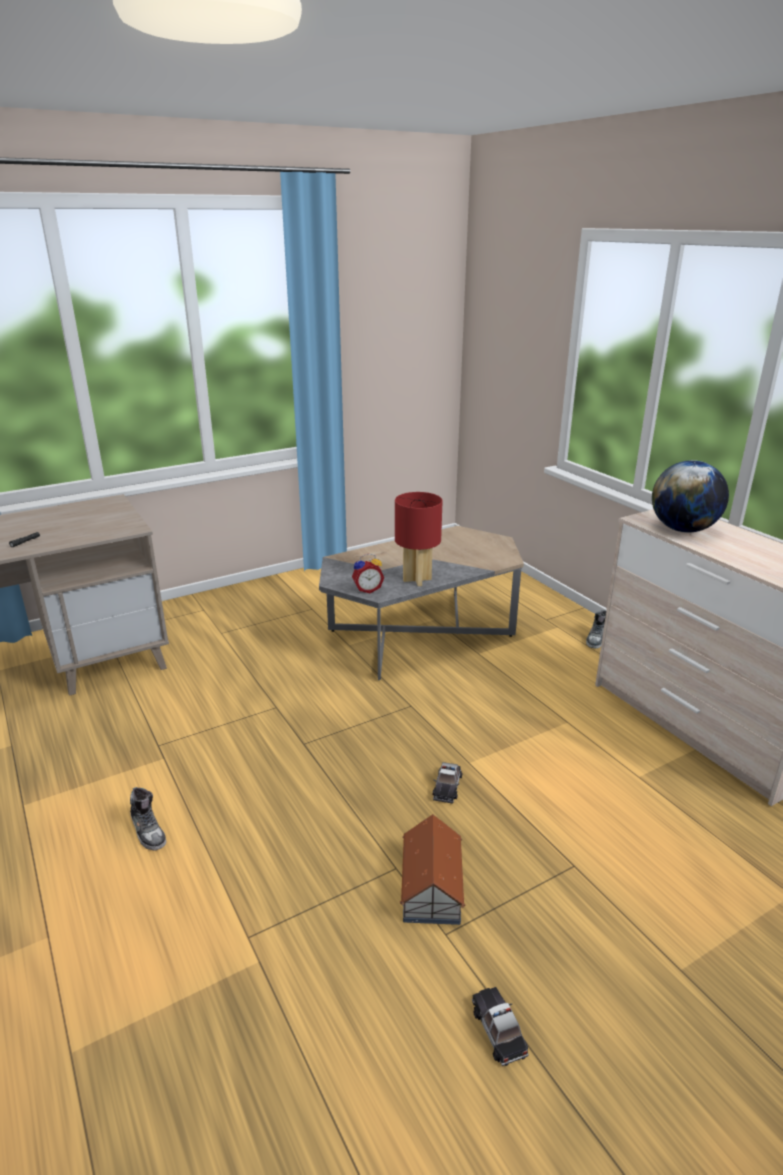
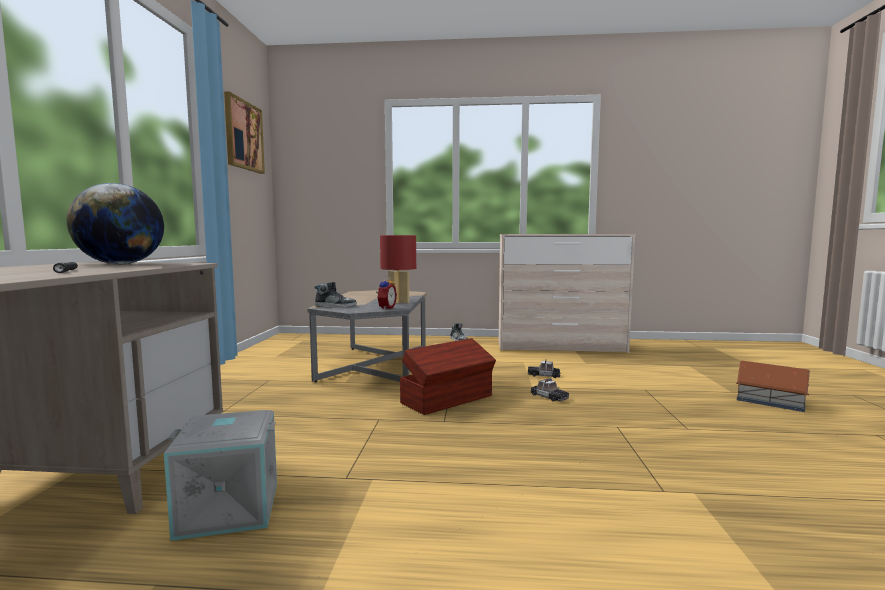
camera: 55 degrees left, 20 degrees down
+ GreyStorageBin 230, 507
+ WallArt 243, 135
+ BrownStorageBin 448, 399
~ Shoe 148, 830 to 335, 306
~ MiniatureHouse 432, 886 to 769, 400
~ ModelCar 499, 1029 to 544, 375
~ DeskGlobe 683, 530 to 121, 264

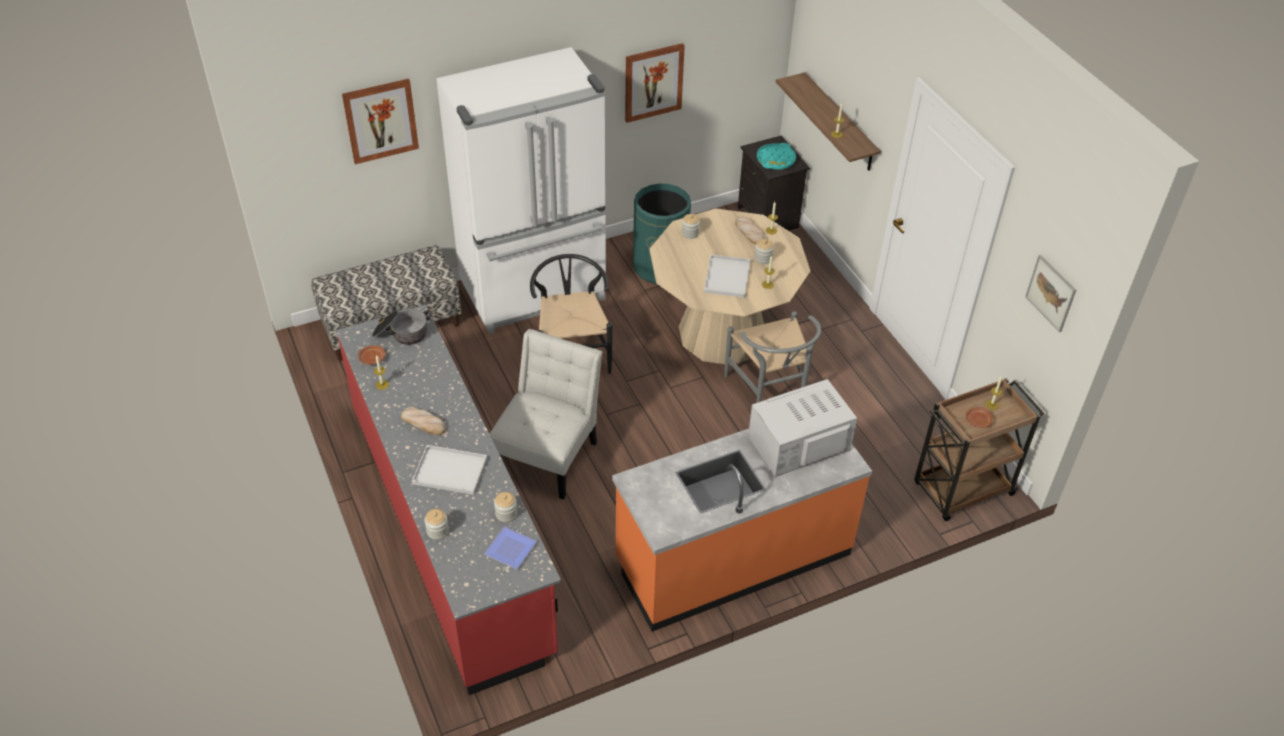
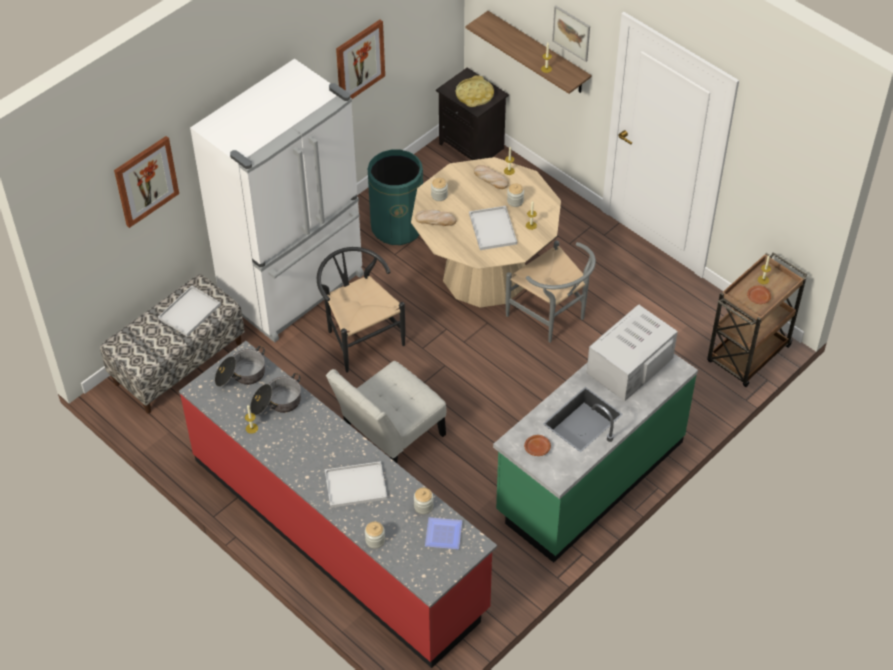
camera: 20 degrees left, 5 degrees up
+ WhitishTray 189, 312
+ Stockpot 276, 403
~ BrownFlatDish 372, 358 to 537, 448
~ BakeryBread 424, 422 to 435, 219
~ WallArt 1051, 293 to 571, 33
~ OrangeColouredKitchenCounter 732, 557 to GreenishKitchenCounter 589, 477
~ BlueGreenTray 776, 160 to YellowColouredTray 474, 95
~ WhitishUprightChair 549, 454 = 389, 438 135 degrees counterclockwise

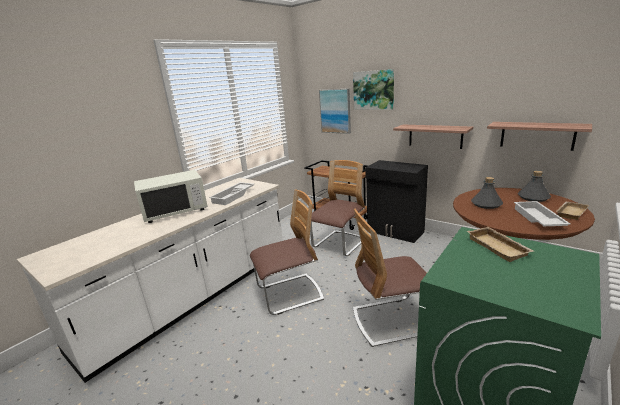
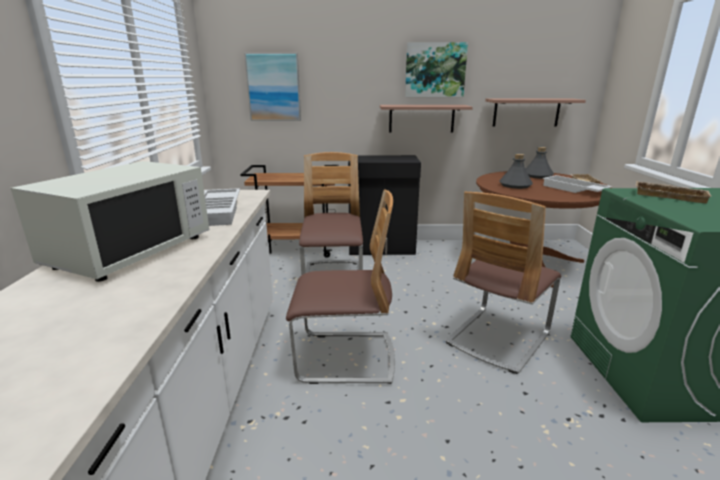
camera: 40 degrees left, 0 degrees up
~ WallArt 373, 90 to 435, 70
~ UprightChair 289, 294 = 345, 357 60 degrees clockwise

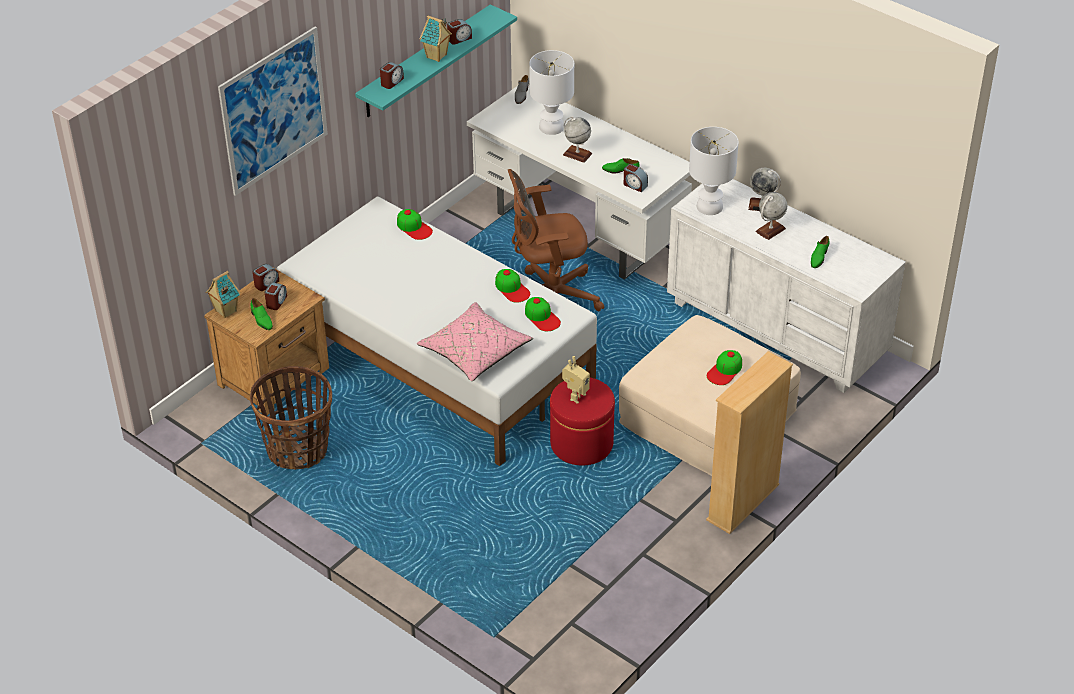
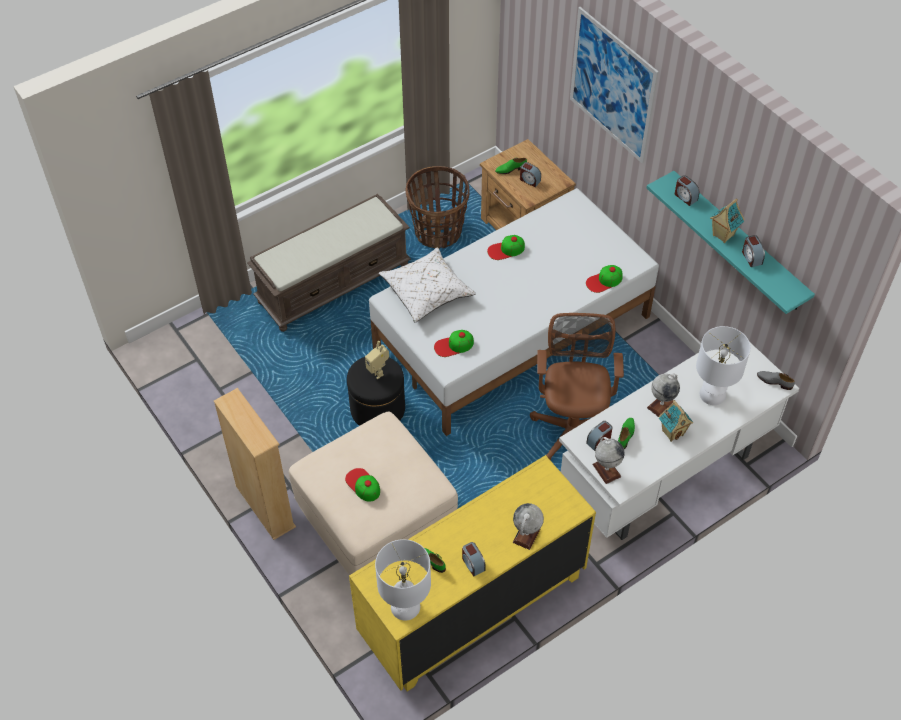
camera: 105 degrees right, 10 degrees up
+ BrownIndoorBench 334, 282
~ MiniatureHouse 225, 311 to 672, 432
~ BedsideClock 266, 283 to 473, 563
~ BaseballCap 512, 288 to 506, 250
~ WhitishLampForATable 710, 206 to 406, 607
~ DeskGlobe 770, 230 to 606, 470
~ PinkColouredCushion 474, 351 to WhitishCushion 427, 291
~ RedColouredPouffe 581, 443 to BlackPouffe 377, 409
~ WhitishDresser 776, 329 to YellowColouredDresser 473, 605

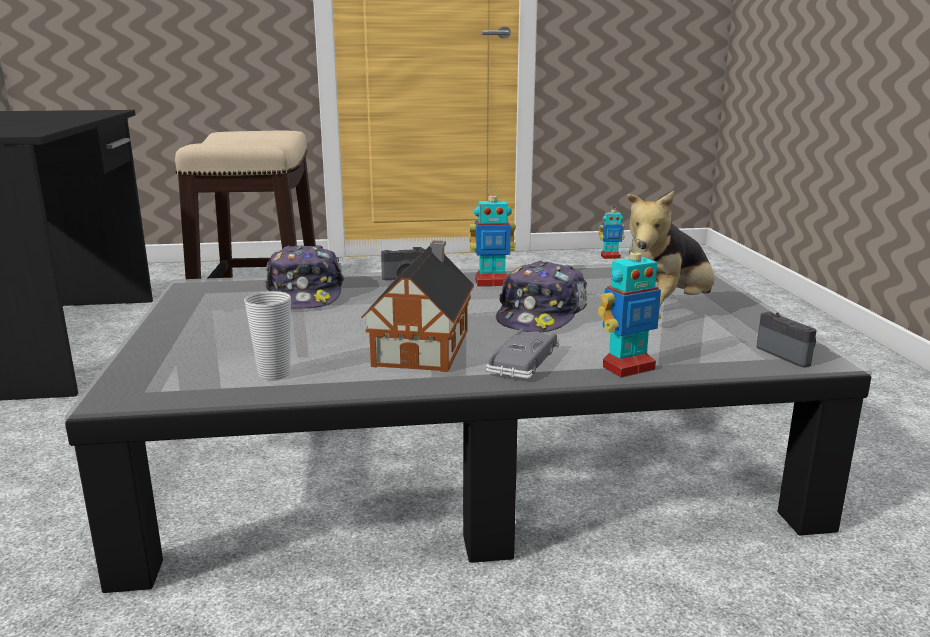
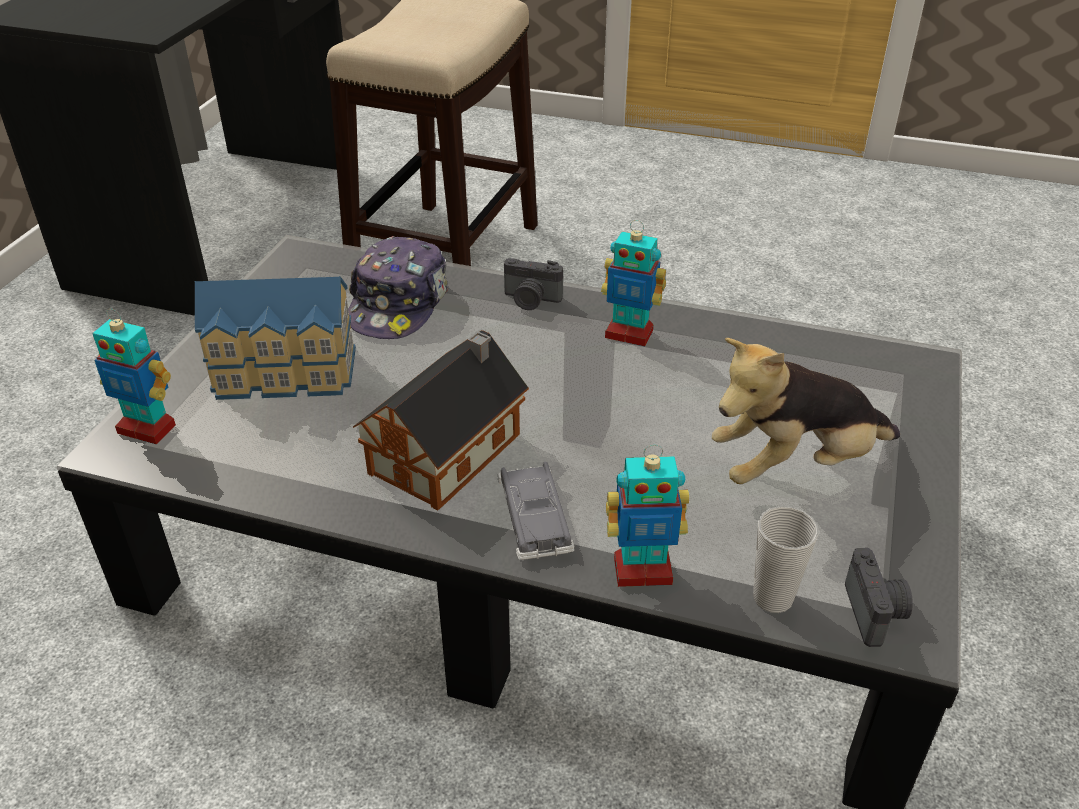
camera: 25 degrees right, 20 degrees up
- BaseballCap 542, 315
+ MiniatureHouse 285, 374
~ SmallCup 274, 374 to 772, 598
~ RobotFigure 610, 257 to 148, 428
~ GreyModelCar 523, 361 = 534, 517 120 degrees clockwise

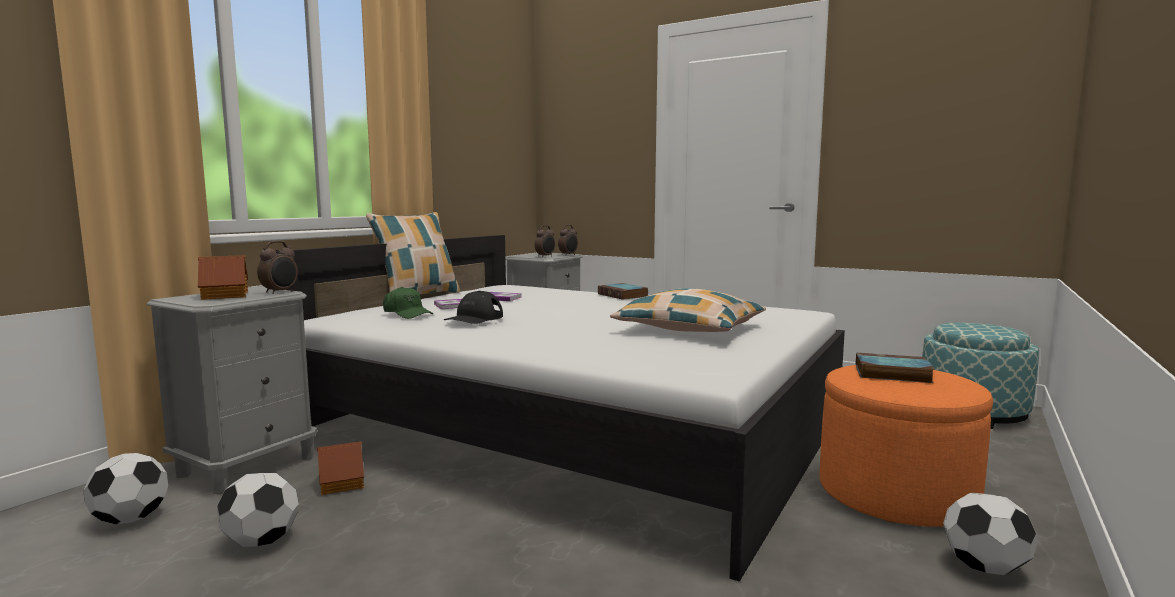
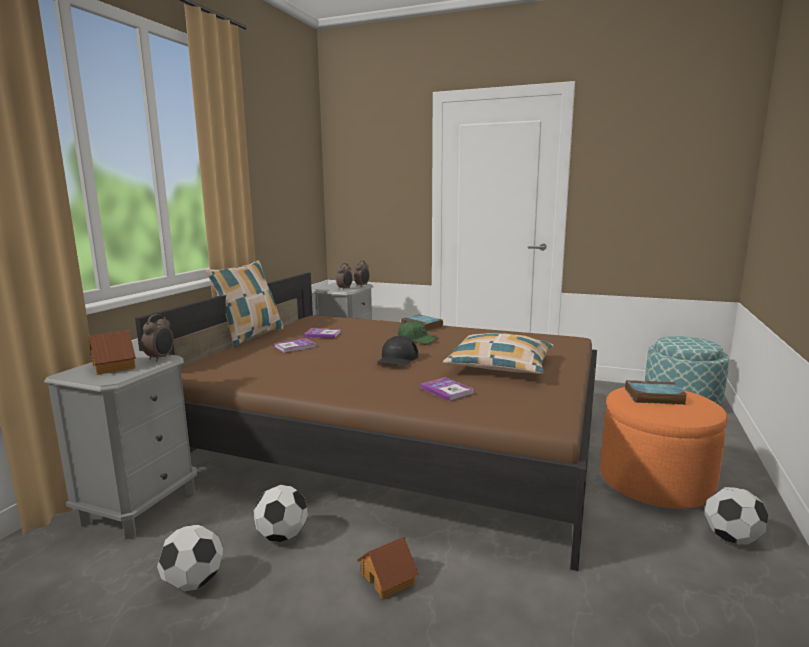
camera: 10 degrees left, 5 degrees up
+ Book 446, 390
~ FootballBall 131, 519 to 282, 536
~ MiniatureHouse 342, 482 to 388, 579
~ GreenishBaseballCap 407, 314 to 416, 340
~ BlackBaseballCap 474, 318 to 397, 358
~ WhitishBedroomBed 572, 426 to BrownBedroomBed 398, 439

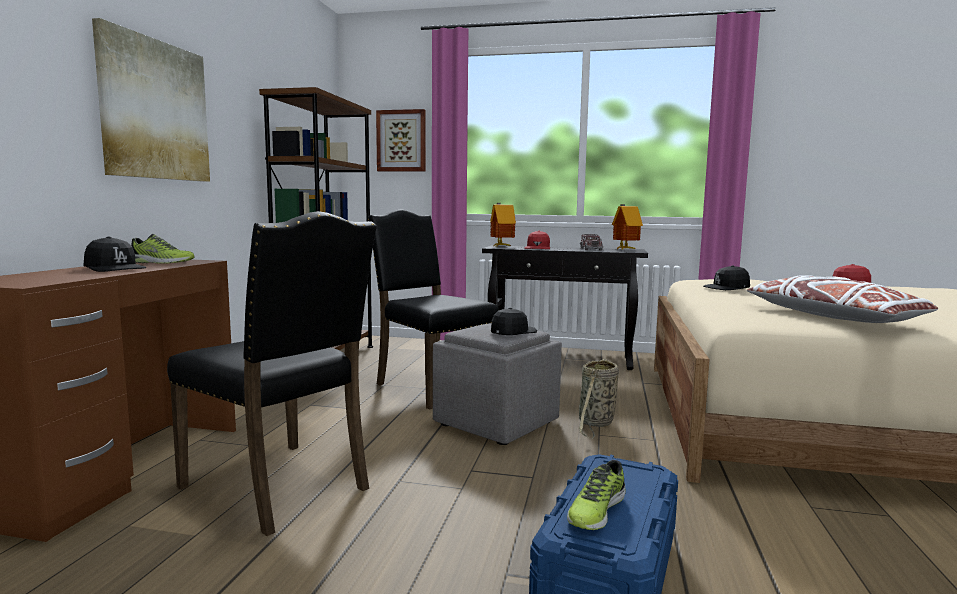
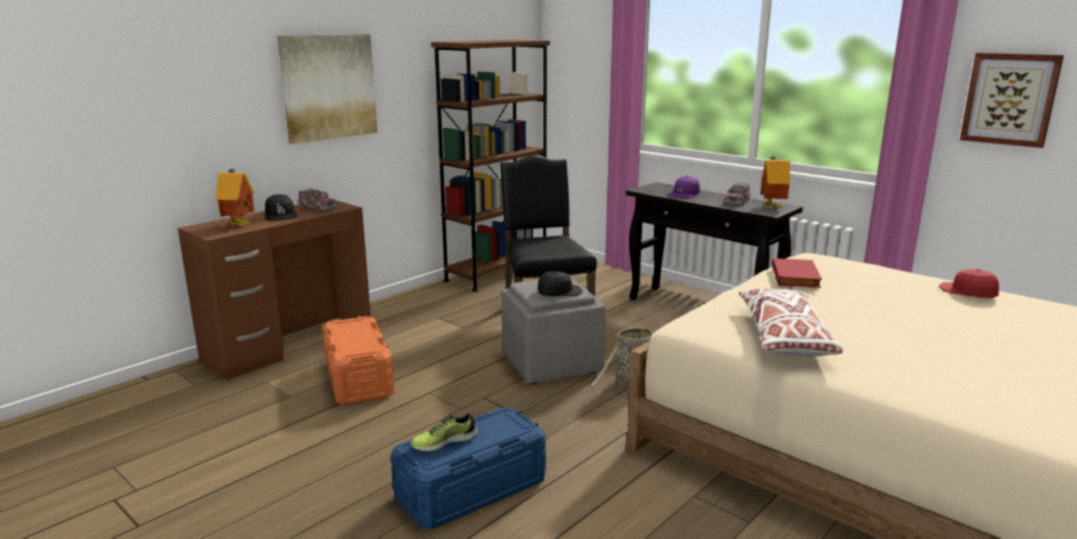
camera: 30 degrees right, 10 degrees up
~ WallArt 401, 141 to 1010, 99
~ MiniatureHouse 501, 246 to 239, 225
~ Shoe 160, 262 to ToyLorry 317, 208
~ BlackUprightChair 280, 487 to OrangeColouredStorageBin 358, 378
~ BlackBaseballCap 727, 288 to RedColouredBook 796, 277
~ RedColouredBaseballCap 537, 248 to PurpleColouredBaseballCap 684, 194

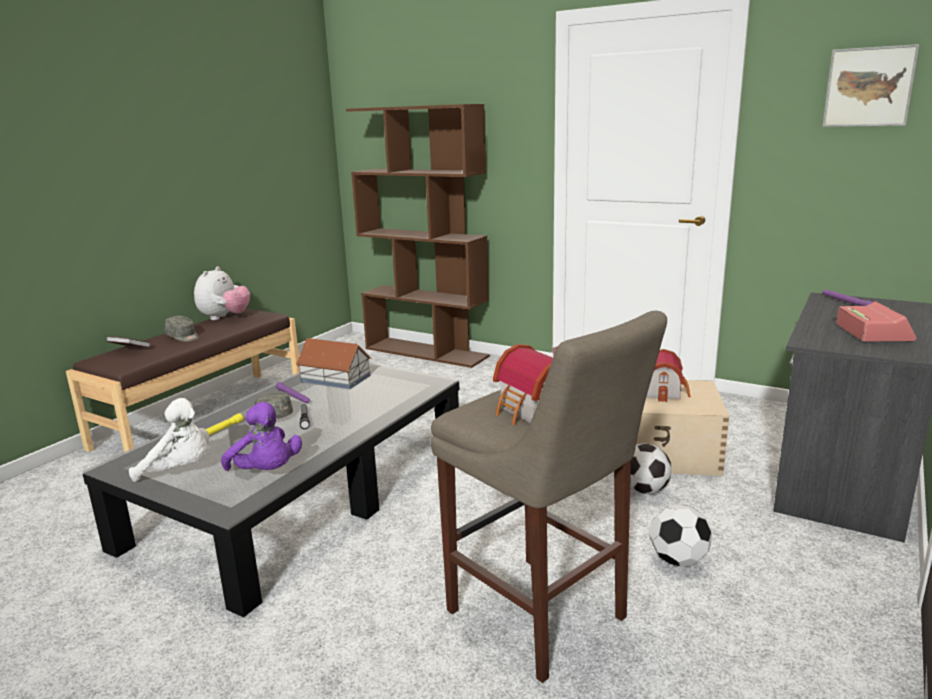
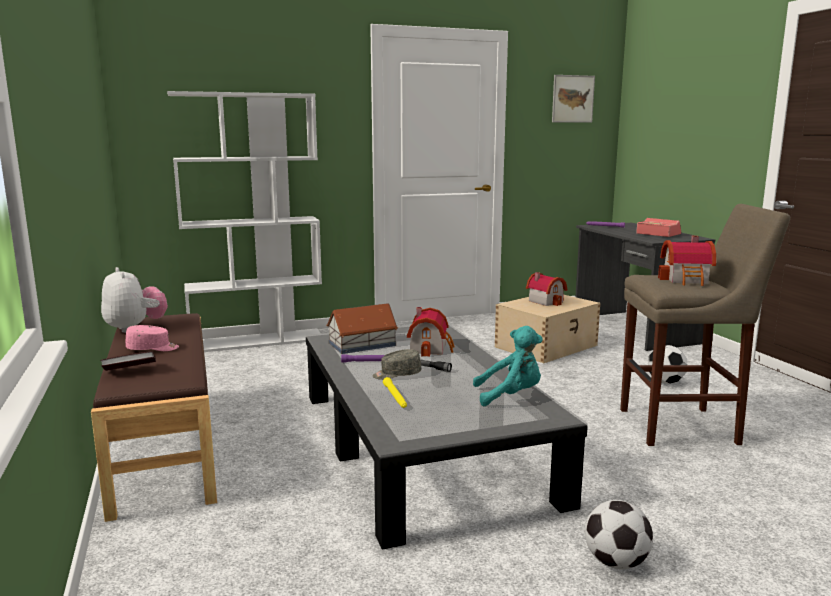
camera: 50 degrees left, 5 degrees down
- WhitishPlushToy 180, 470
+ MiniatureHouse 431, 348
~ FootballBall 644, 490 to 616, 562
~ GreyBaseballCap 183, 337 to PinkColouredBaseballCap 152, 349
~ PurpleColouredPlushToy 266, 472 to BlueGreenPlushToy 510, 396
~ BrownShelvingUnit 427, 352 to WhitishShelvingUnit 257, 341

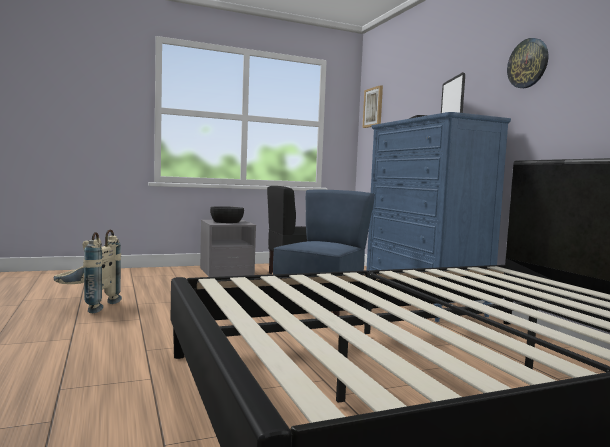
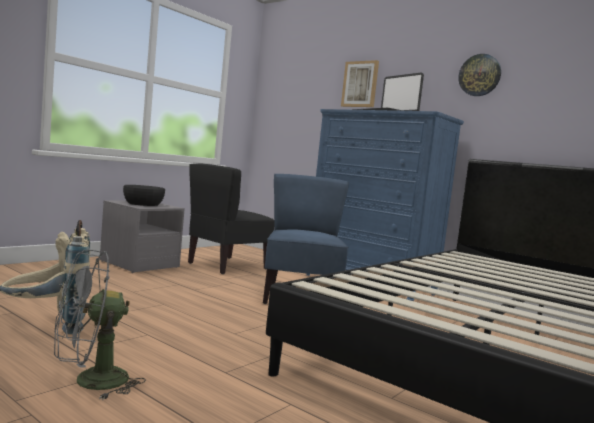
camera: 30 degrees left, 0 degrees up
+ GreyElectricFan 90, 382
~ WallArt 373, 107 to 360, 84

